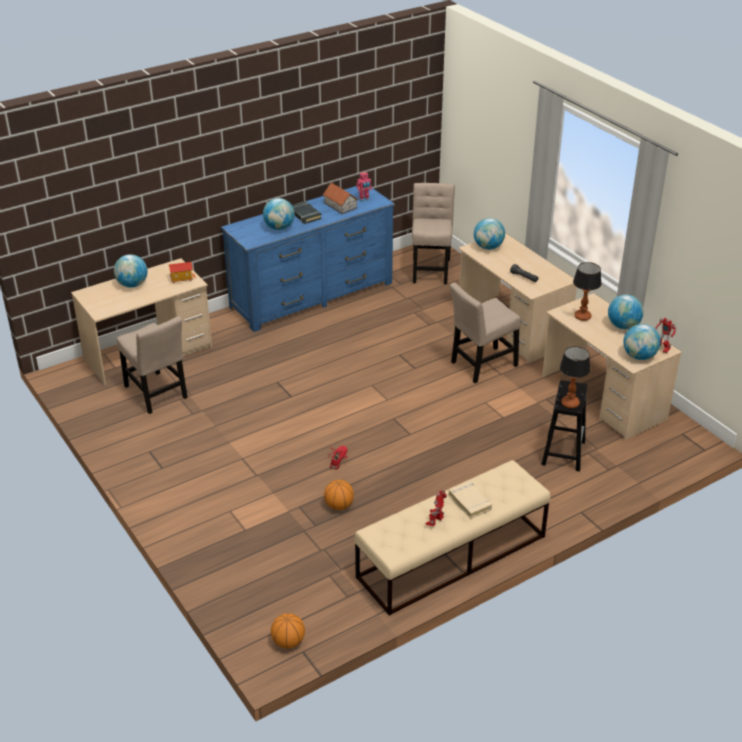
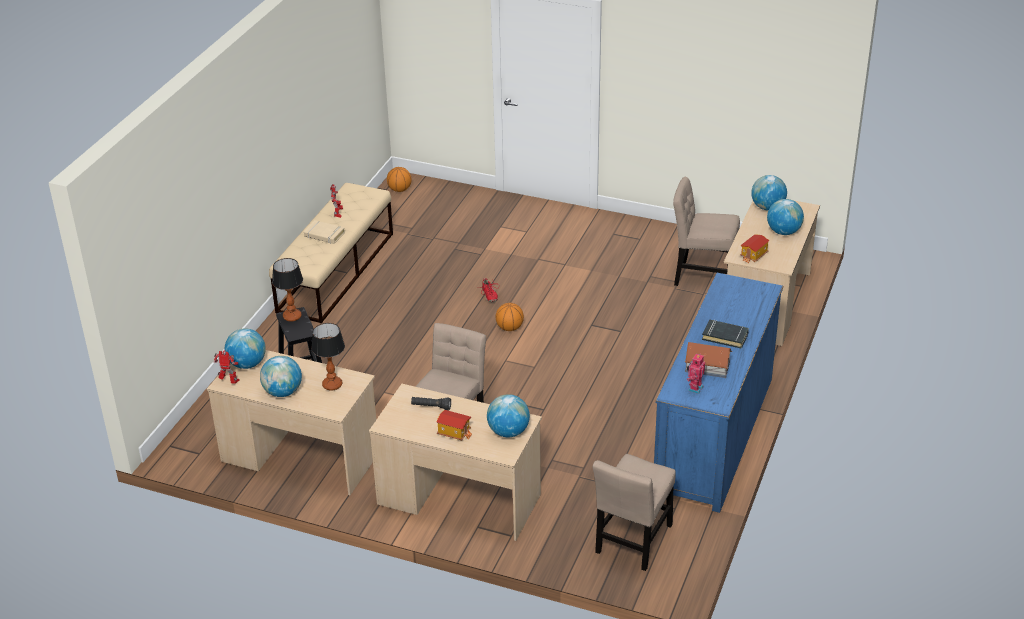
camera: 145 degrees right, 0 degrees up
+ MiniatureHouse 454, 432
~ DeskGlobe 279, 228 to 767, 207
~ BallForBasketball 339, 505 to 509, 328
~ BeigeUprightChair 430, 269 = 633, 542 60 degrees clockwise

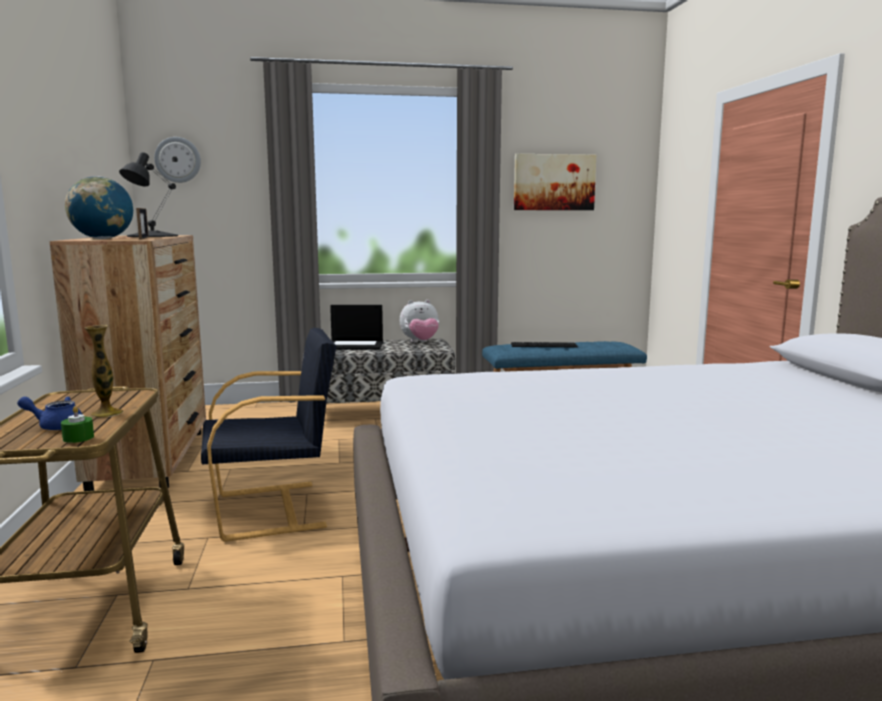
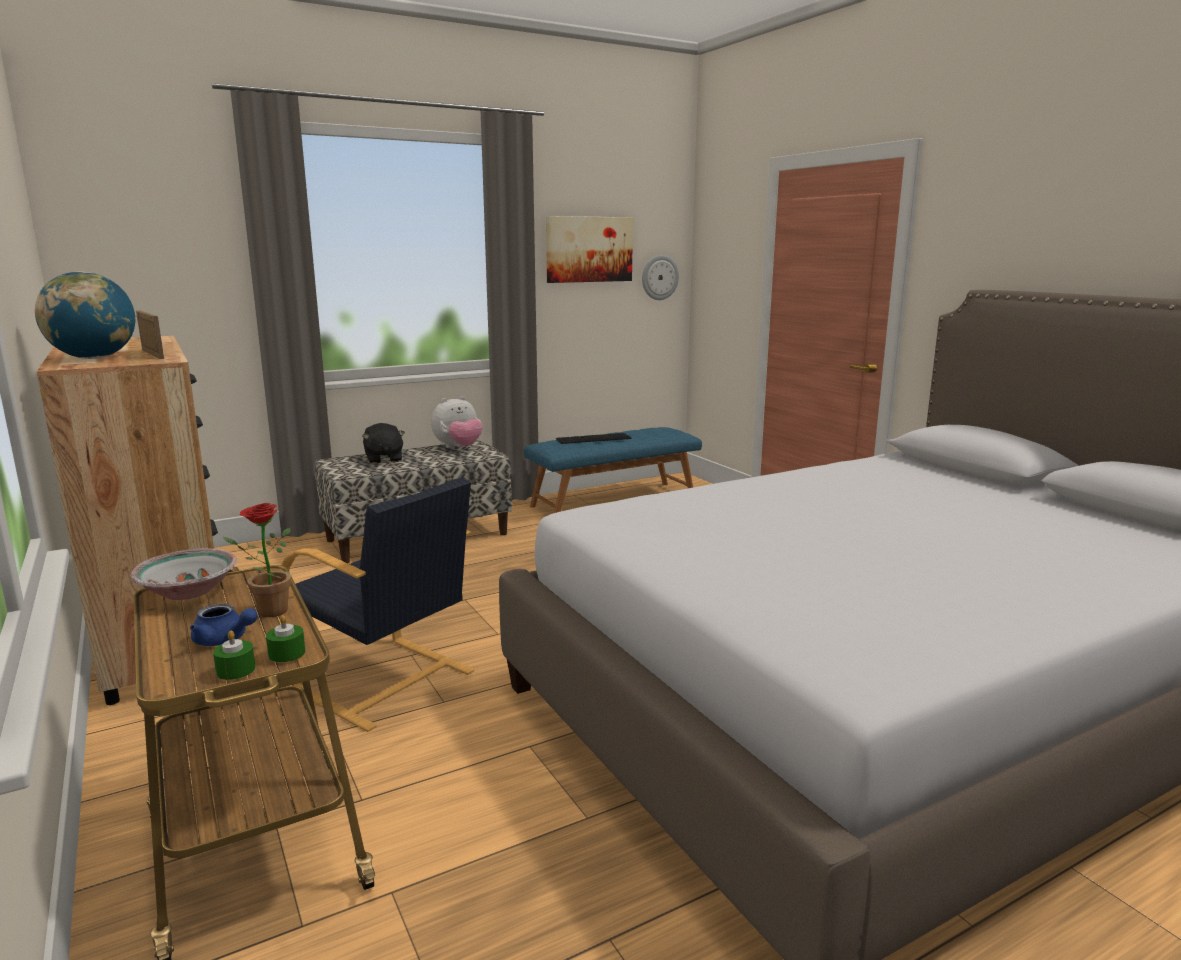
camera: 20 degrees left, 5 degrees up
- BlackLampForATable 151, 236
+ ServingBowl 187, 591
+ GreenishWaxLight 236, 670
~ HangingClock 178, 160 to 659, 277
~ DecorativeVase 106, 413 to Houseplant 266, 611
~ NotebookComputer 355, 345 to BlackPlushToy 383, 459
~ BluishTeapot 56, 426 = 224, 640 135 degrees counterclockwise
~ BlackArmchair 273, 510 = 387, 682 75 degrees clockwise

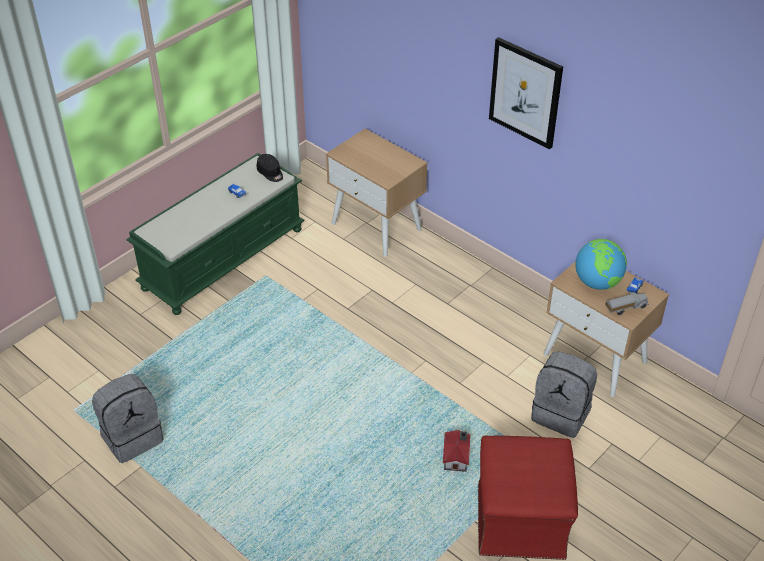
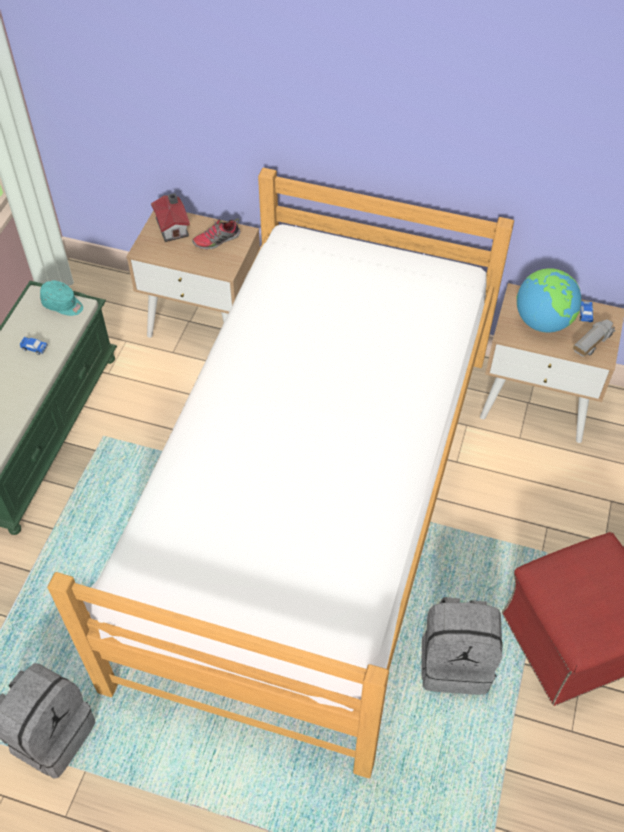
camera: 25 degrees left, 10 degrees up
- WallArt 525, 92
+ BedroomBed 313, 507
+ Shoe 217, 240
~ MiniatureHouse 457, 457 to 173, 226
~ GreyBackpack 561, 413 to 455, 661
~ BlackBaseballCap 270, 173 to BlueGreenBaseballCap 63, 304

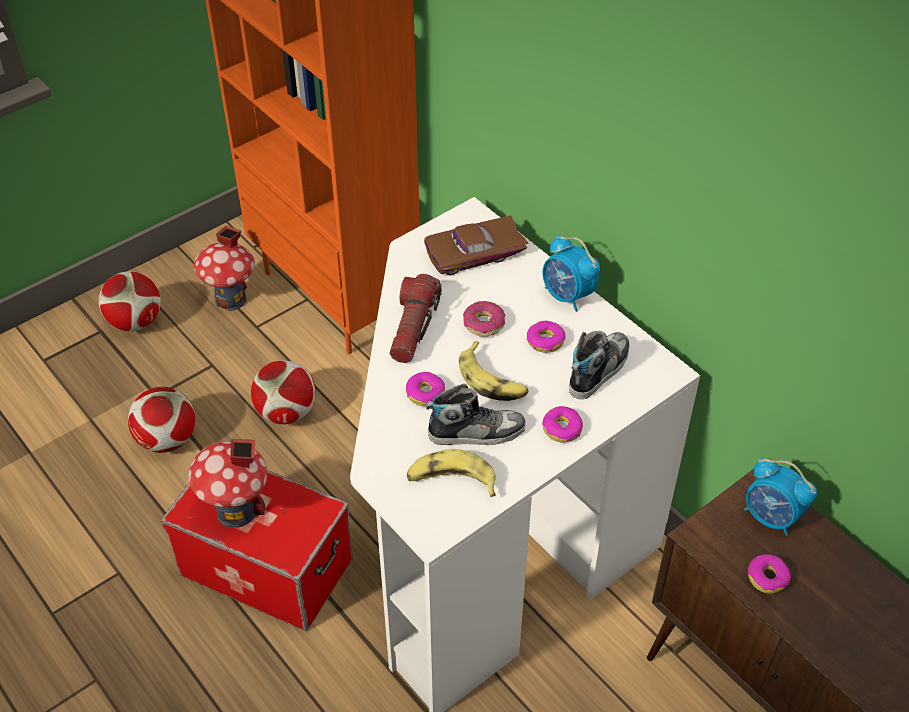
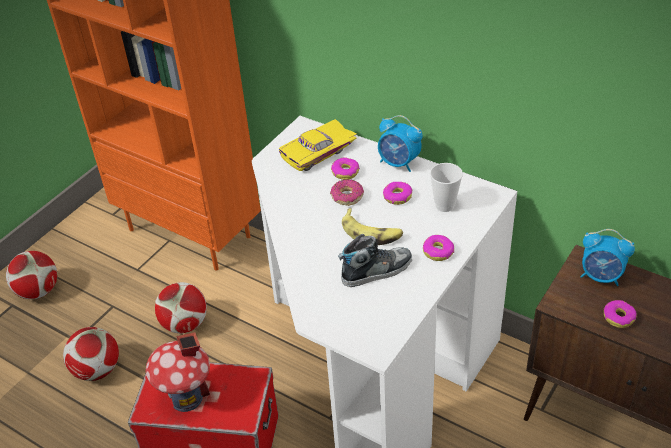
camera: 15 degrees left, 5 degrees down
- MiniatureHouse 231, 299
- Torch 413, 327
- BananaFruit 451, 480
~ Doughnut 425, 393 to 345, 172
~ Shoe 598, 369 to SmallCup 444, 205
~ BrownModelCar 476, 255 to YellowColouredModelCar 319, 153

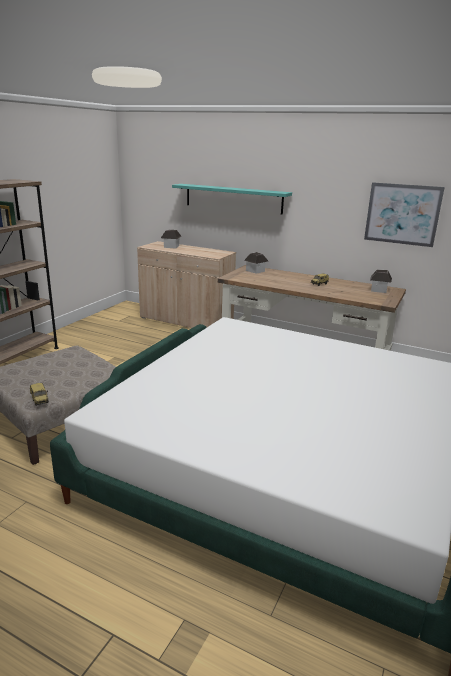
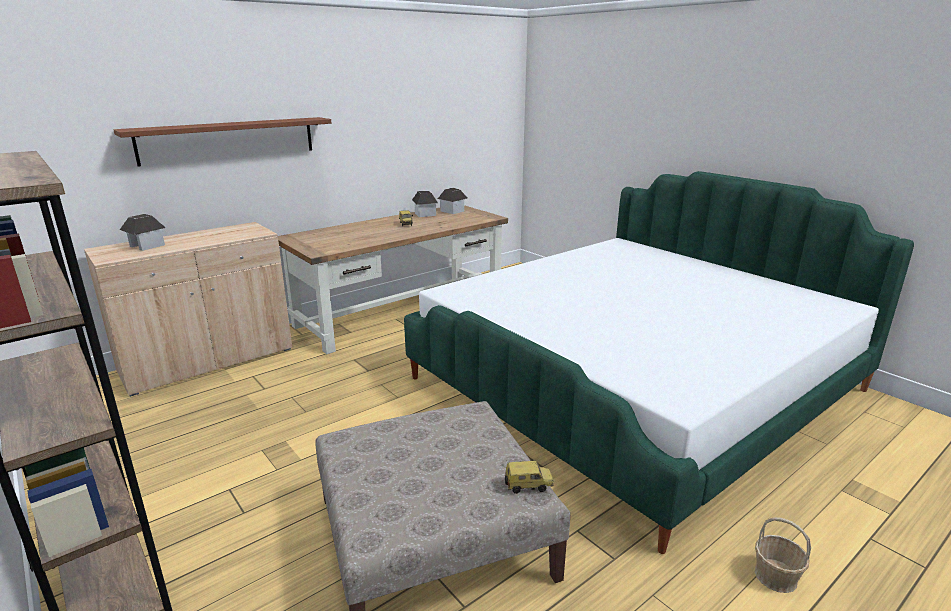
camera: 65 degrees left, 0 degrees up
- WallArt 402, 214
+ HouseholdBasket 776, 577
~ MiniatureHouse 255, 271 to 425, 214
~ BlueGreenWallShelf 233, 198 to BrownWallShelf 229, 140

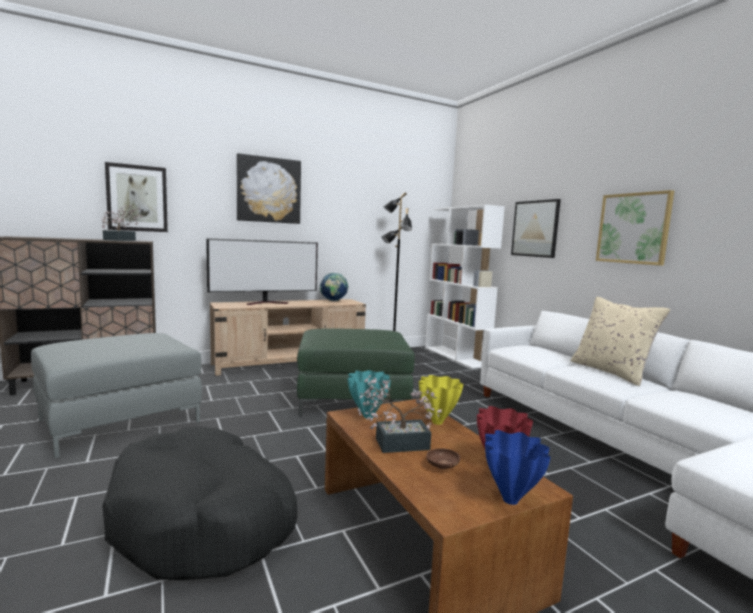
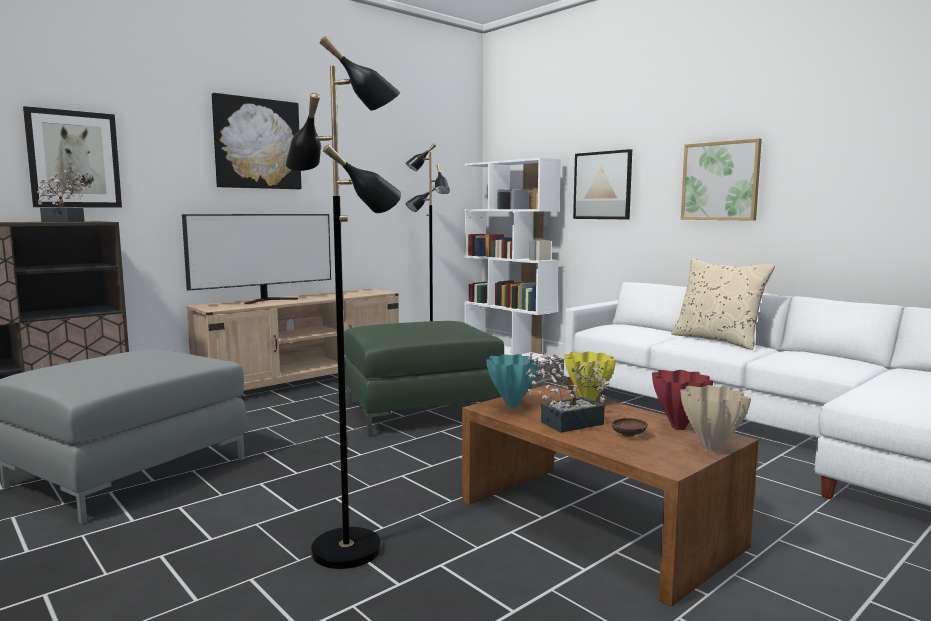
camera: 15 degrees left, 0 degrees up
- DeskGlobe 333, 301
~ BlackDogBed 204, 519 to BlackStandardLamp 348, 549
~ BluishDecorativeVase 511, 500 to BeigeDecorativeVase 711, 449

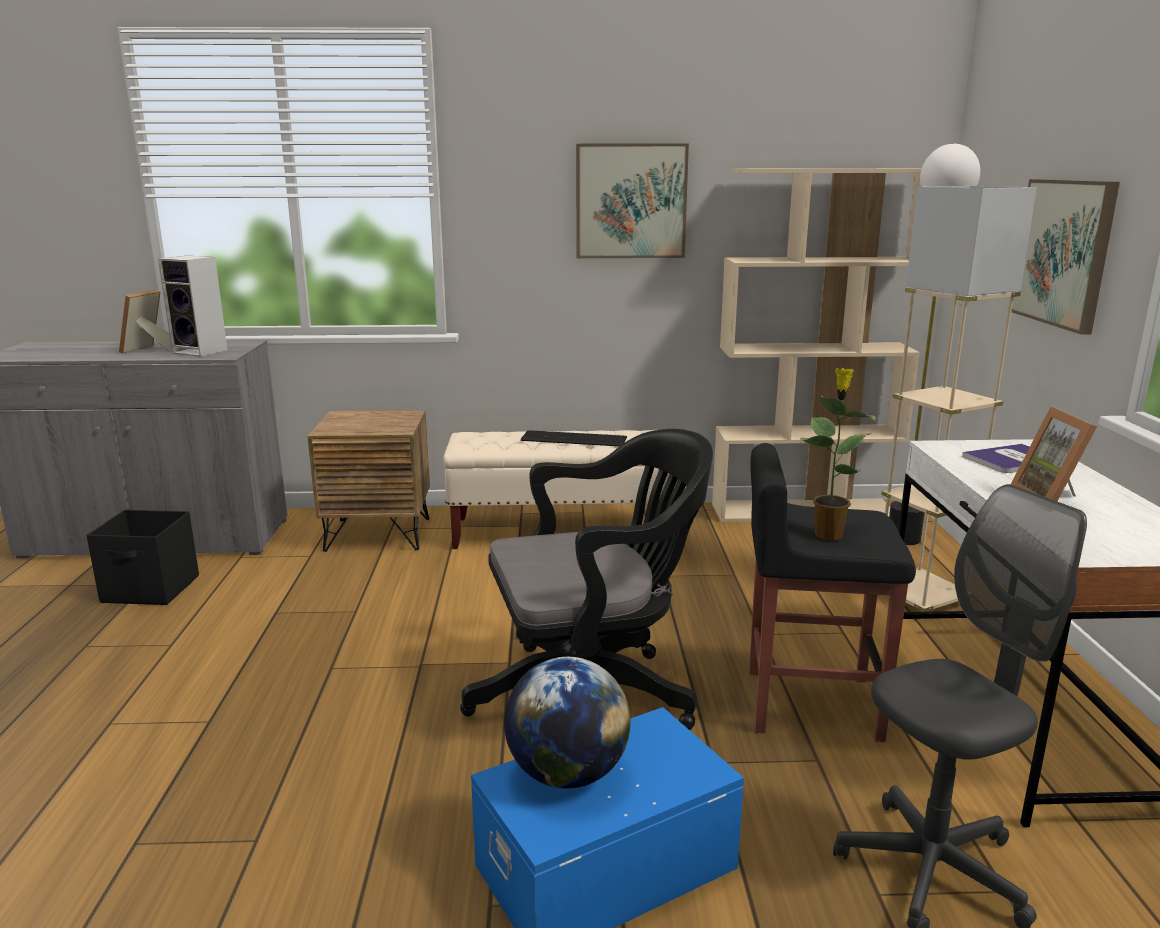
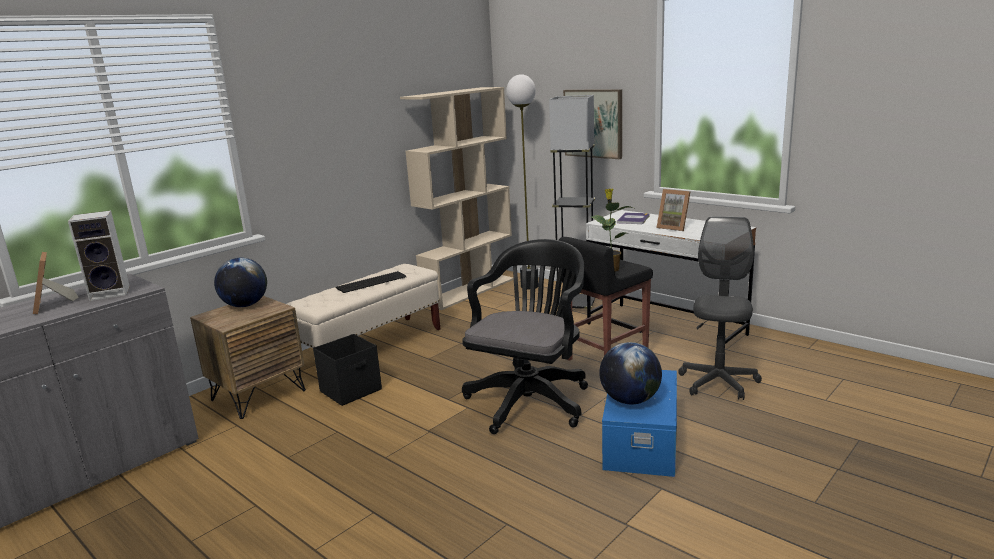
camera: 45 degrees left, 0 degrees up
- WallArt 631, 201
+ DeskGlobe 245, 305
~ BlackStorageBin 152, 589 to 351, 390
~ BeigeStandardLamp 919, 600 to BlackStandardLamp 576, 306

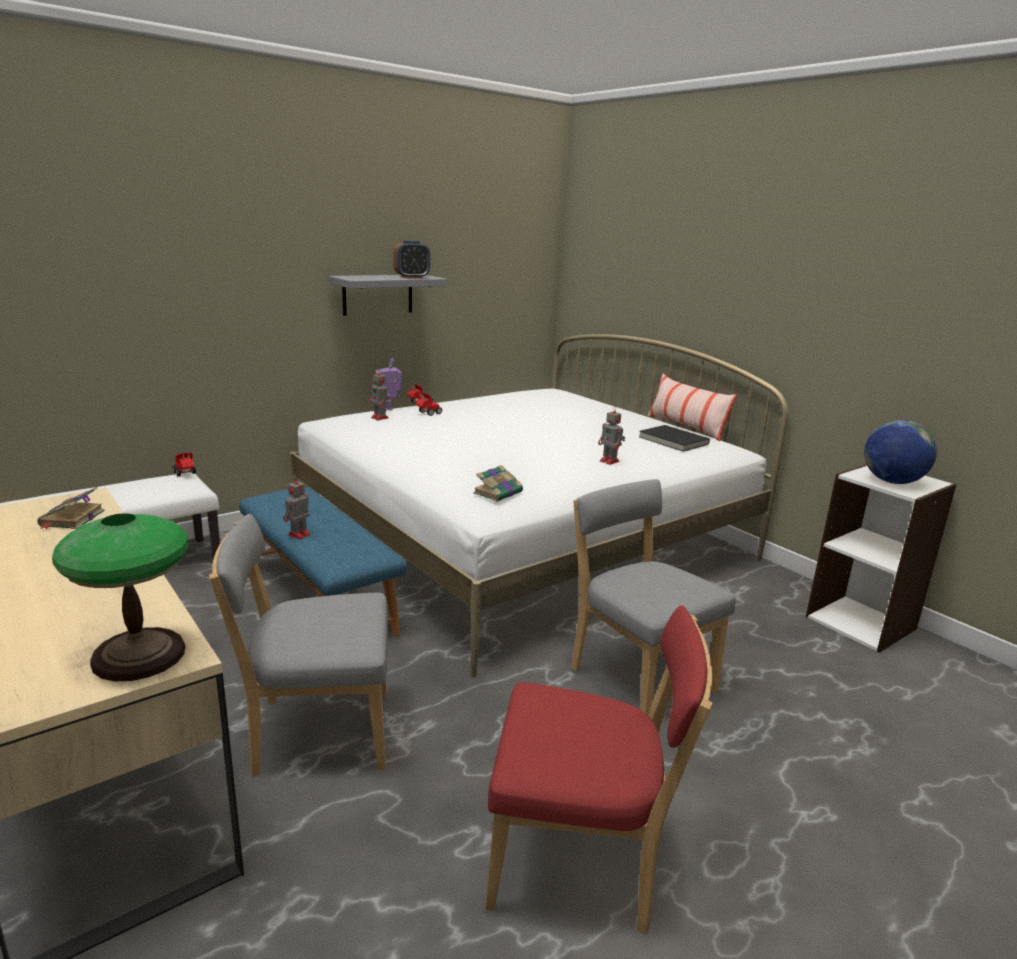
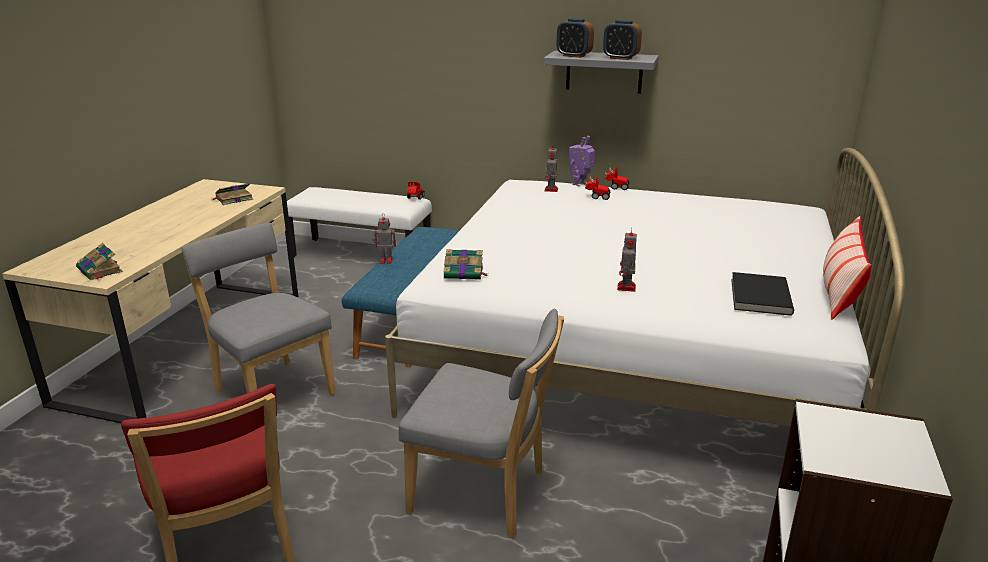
camera: 55 degrees right, 5 degrees up
- DeskGlobe 892, 482
+ BedsideClock 574, 56
~ LampForATable 140, 655 to Book 100, 271
~ GreyUprightChair 637, 677 = 484, 494 90 degrees clockwise

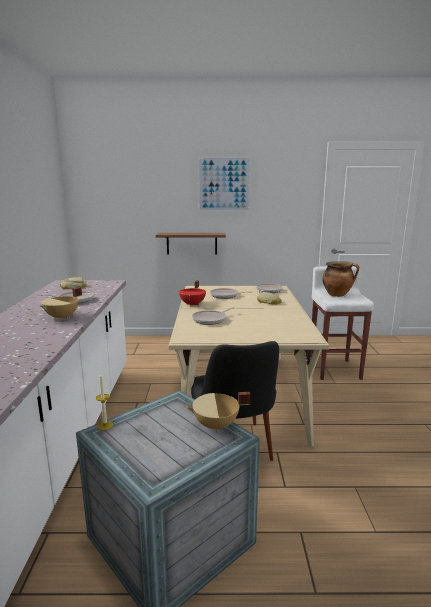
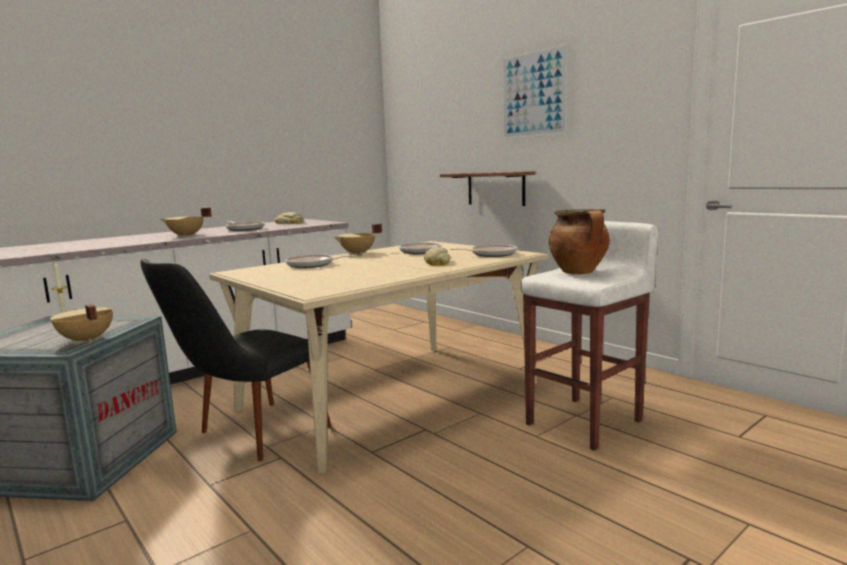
camera: 50 degrees right, 5 degrees down
~ RedColouredStockpot 193, 304 to BeigeStockpot 358, 253

